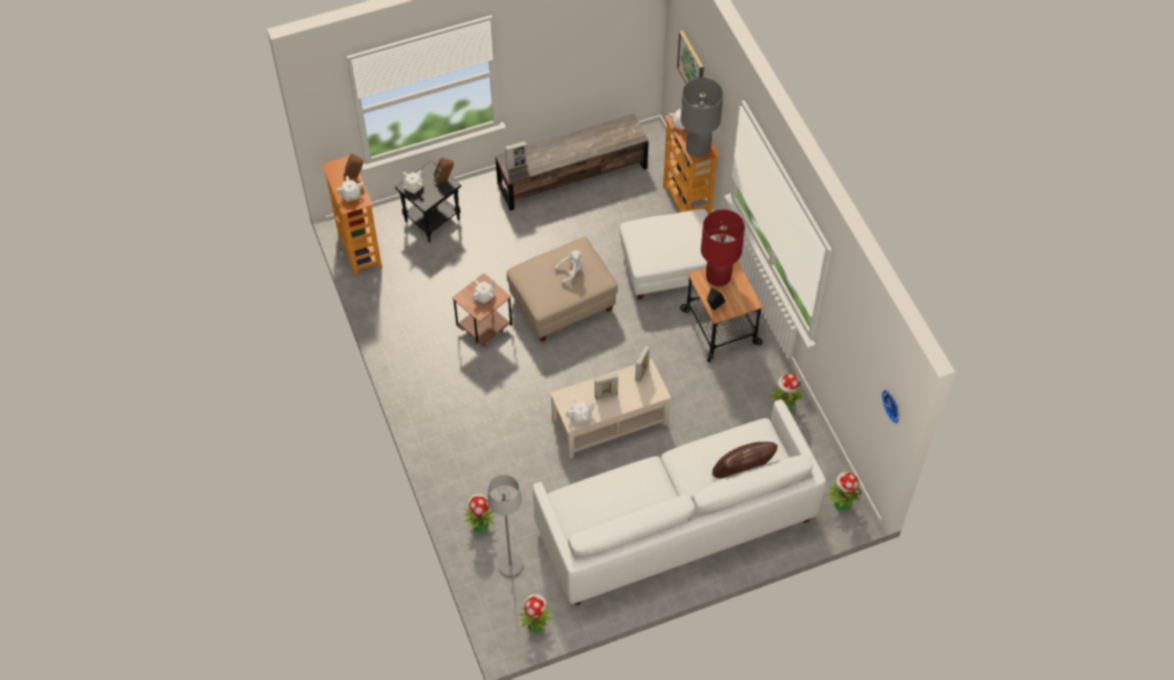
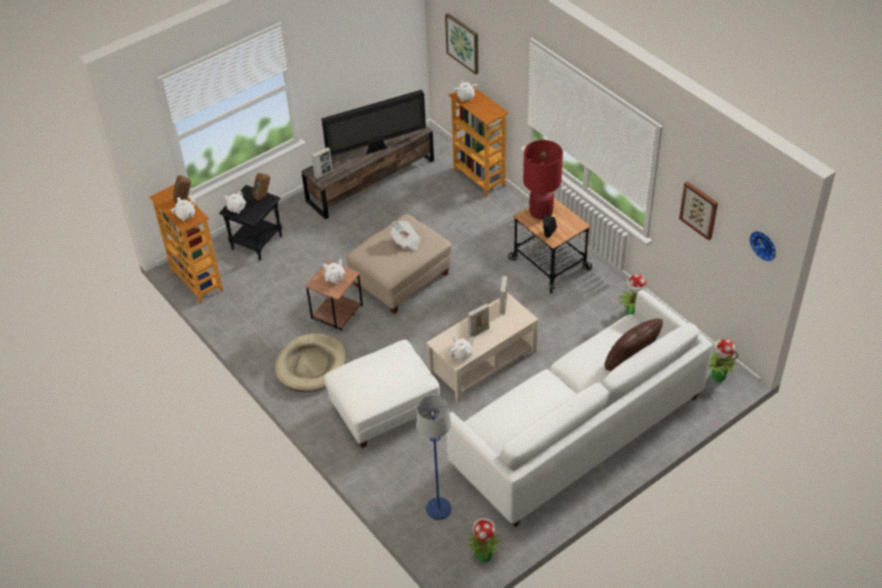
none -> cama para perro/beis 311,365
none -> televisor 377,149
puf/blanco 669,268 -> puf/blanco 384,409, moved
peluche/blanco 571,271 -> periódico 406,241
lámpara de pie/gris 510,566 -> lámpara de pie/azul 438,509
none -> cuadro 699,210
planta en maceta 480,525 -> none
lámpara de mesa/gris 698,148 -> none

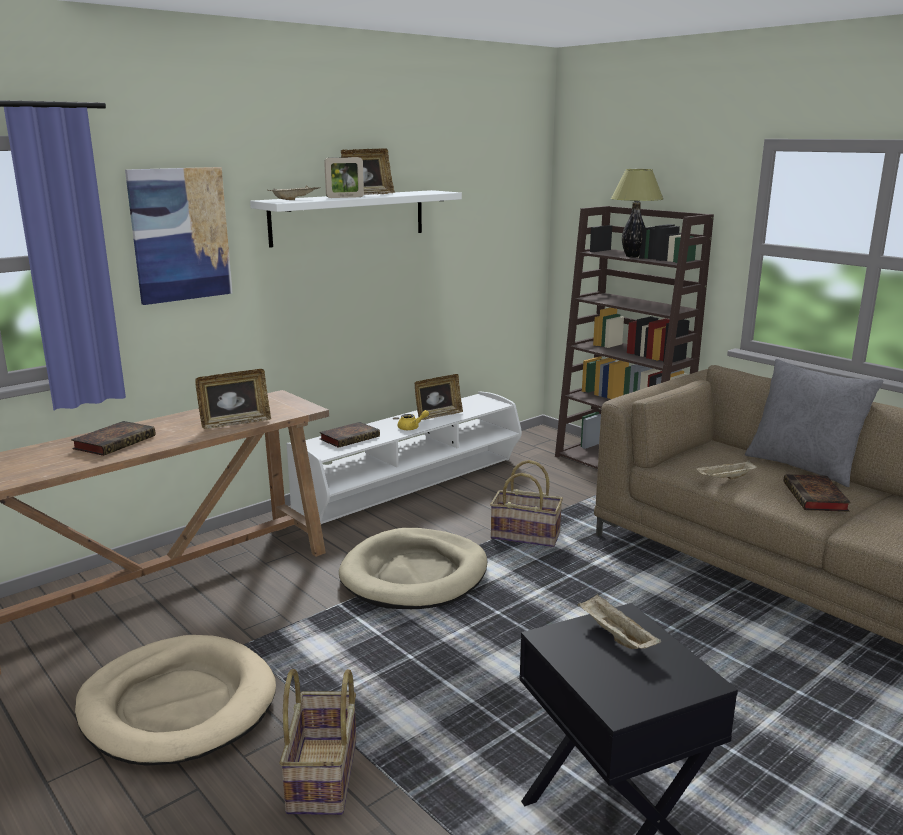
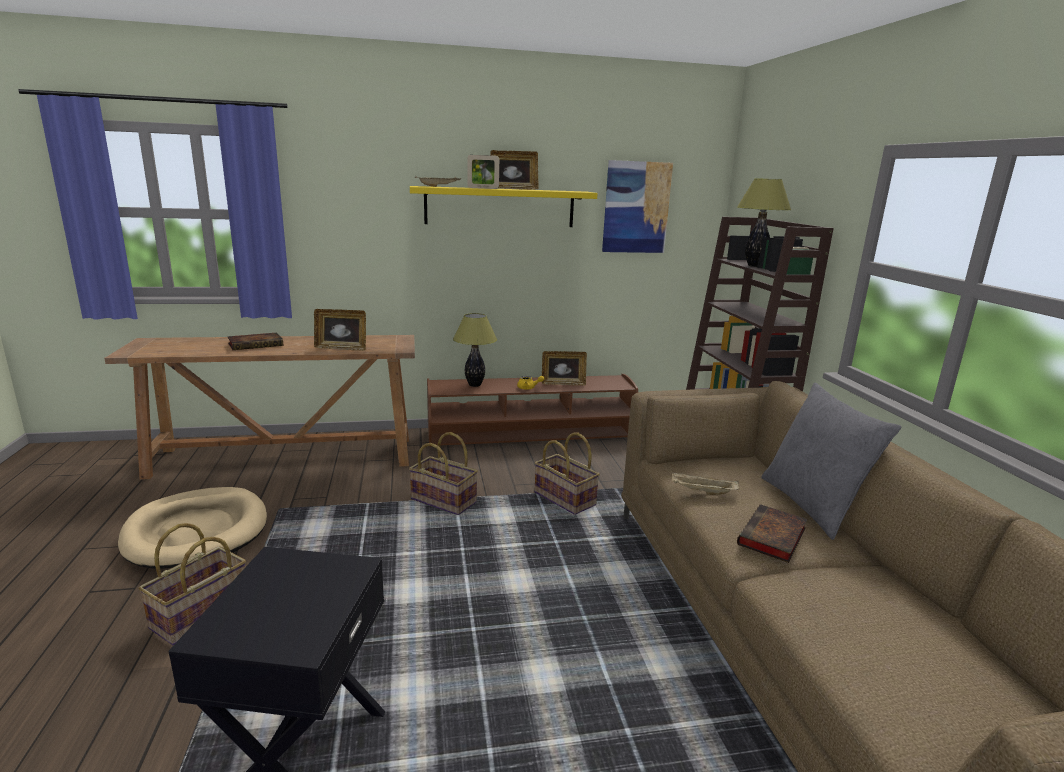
cama para perro/beis 415,574 -> cesta 444,500
estante/blanco 349,217 -> estante/amarillo 500,207
mueble de televisión/blanco 413,485 -> mueble de televisión/marrón 531,437
libro 350,438 -> lámpara de mesa 475,385
cuadro 180,234 -> cuadro 636,207, moved
bandeja/beis 614,636 -> none

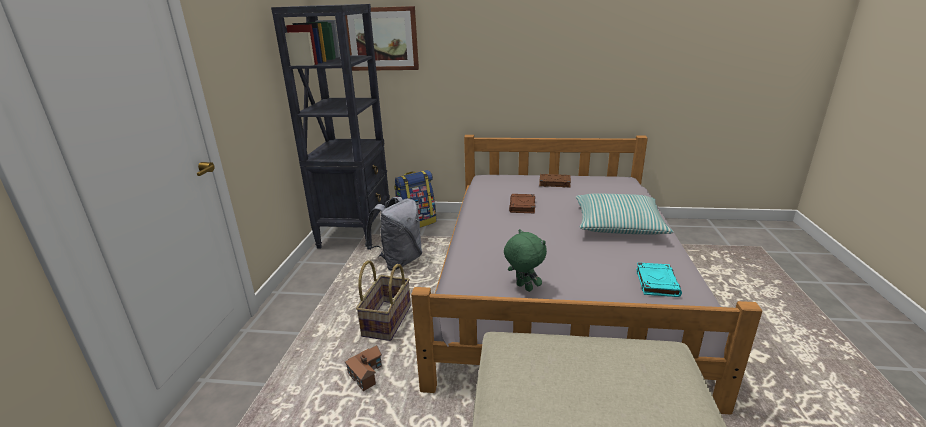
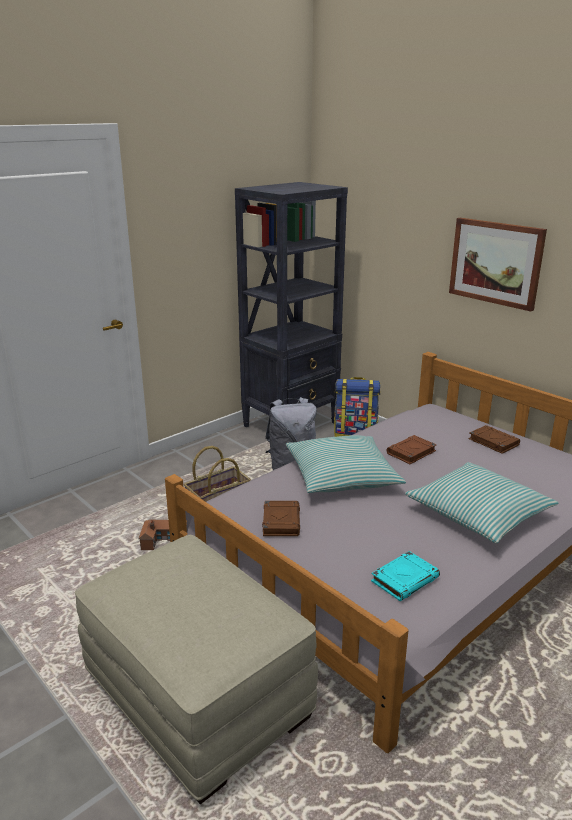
peluche/verde 523,287 -> libro/marrón 281,521
none -> cojín 341,475
cuadro 381,39 -> cuadro 496,262, moved

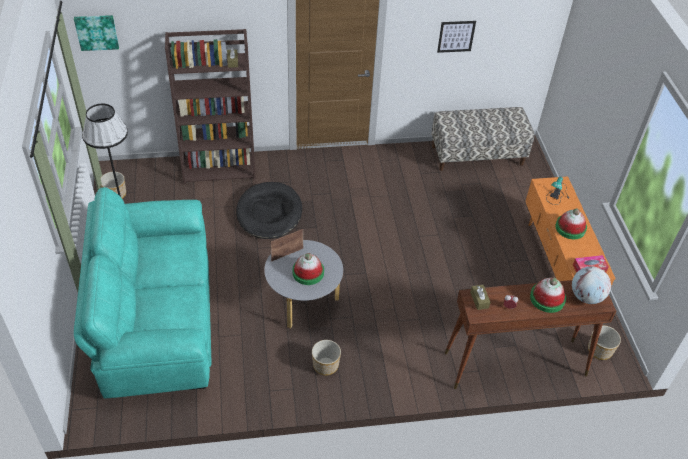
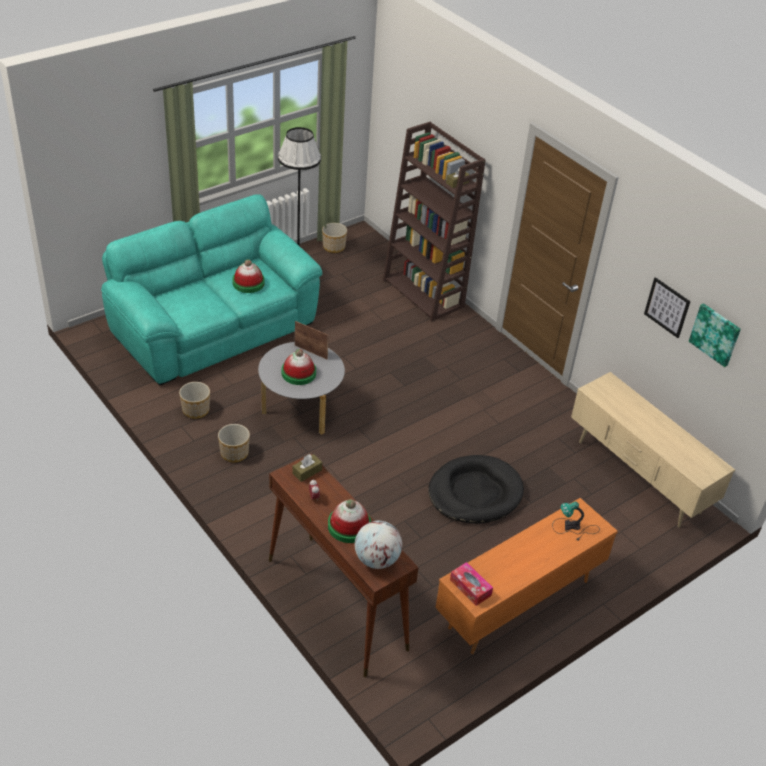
maceta 599,350 -> maceta 195,410, moved
sombrero 570,228 -> sombrero 248,283, moved
cama para perro/negro 269,213 -> cama para perro/negro 475,493, moved
banco 477,155 -> mueble de televisión/beis 637,477
cuadro 97,32 -> cuadro 715,334, moved

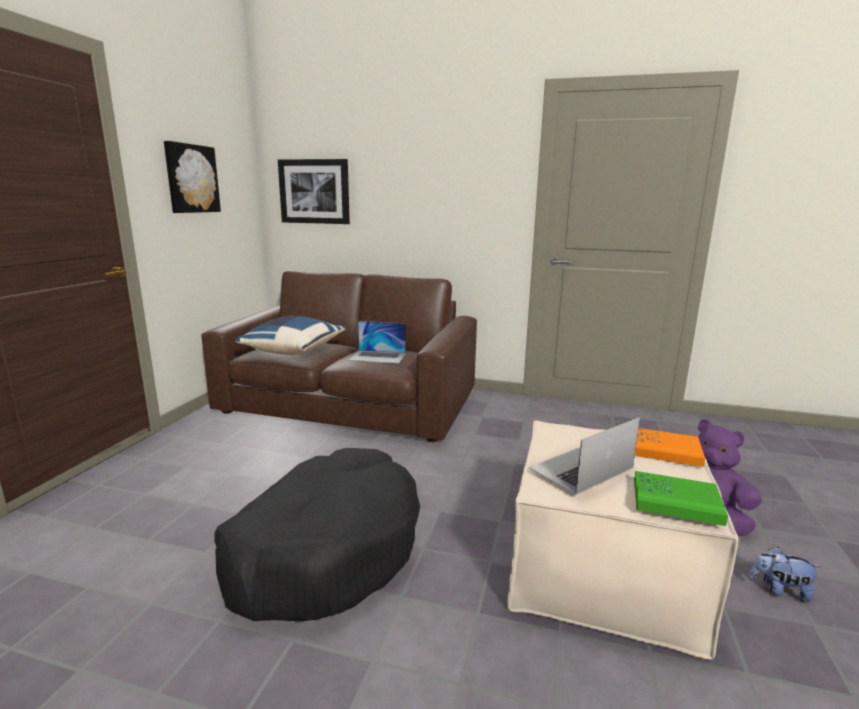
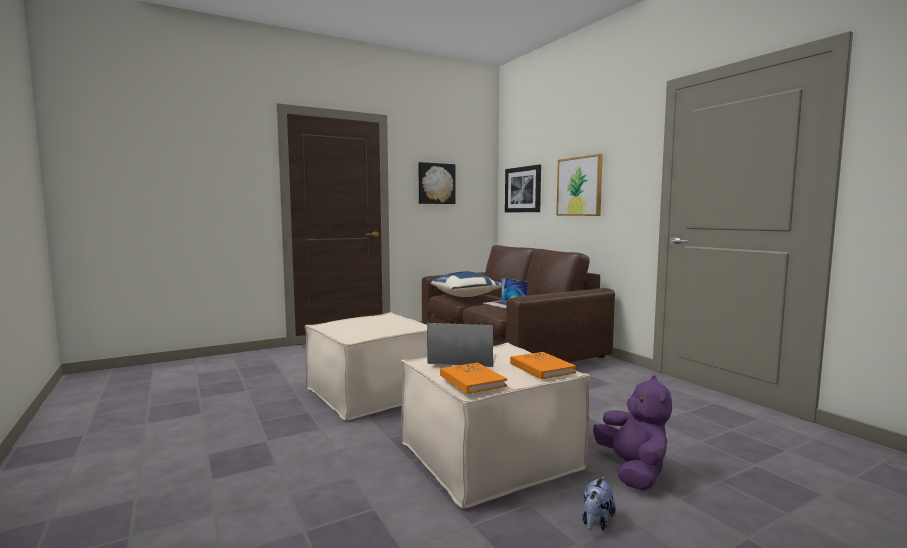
cama para perro/negro 325,549 -> puf/beis 372,392
libro/verde 676,501 -> libro/naranja 472,381
none -> cuadro 579,186
peluche 779,590 -> peluche 596,522, 120 degrees counterclockwise

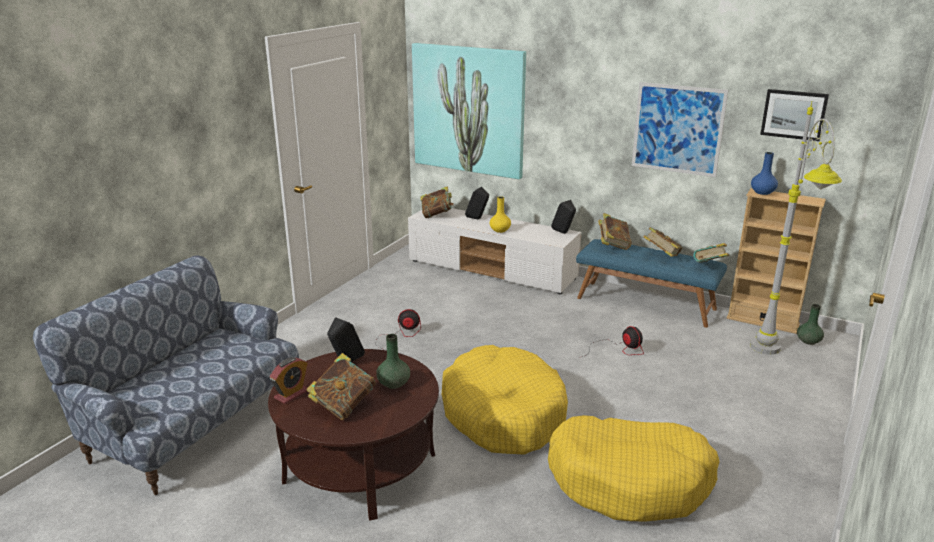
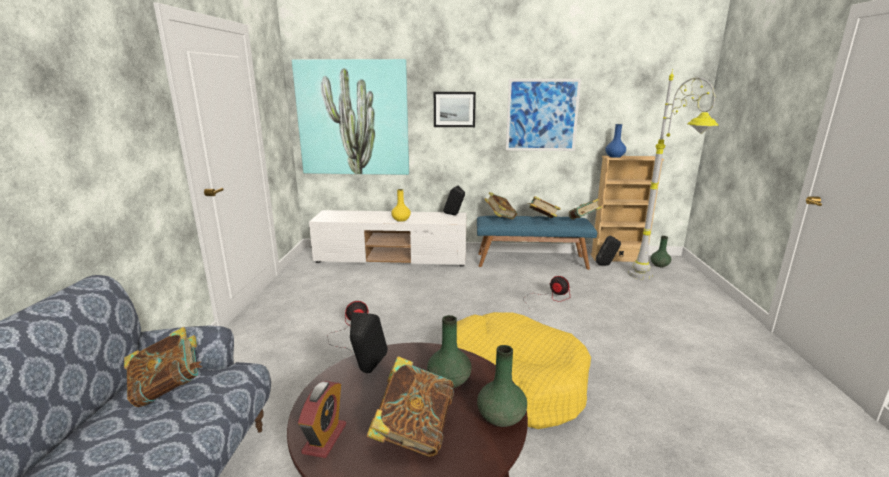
libro 437,215 -> libro 169,389, moved
cuadro 793,114 -> cuadro 454,109, moved
none -> florero/verde 501,418
altavoz/negro 477,219 -> altavoz/negro 606,265, moved
cama para perro/amarillo 630,481 -> none

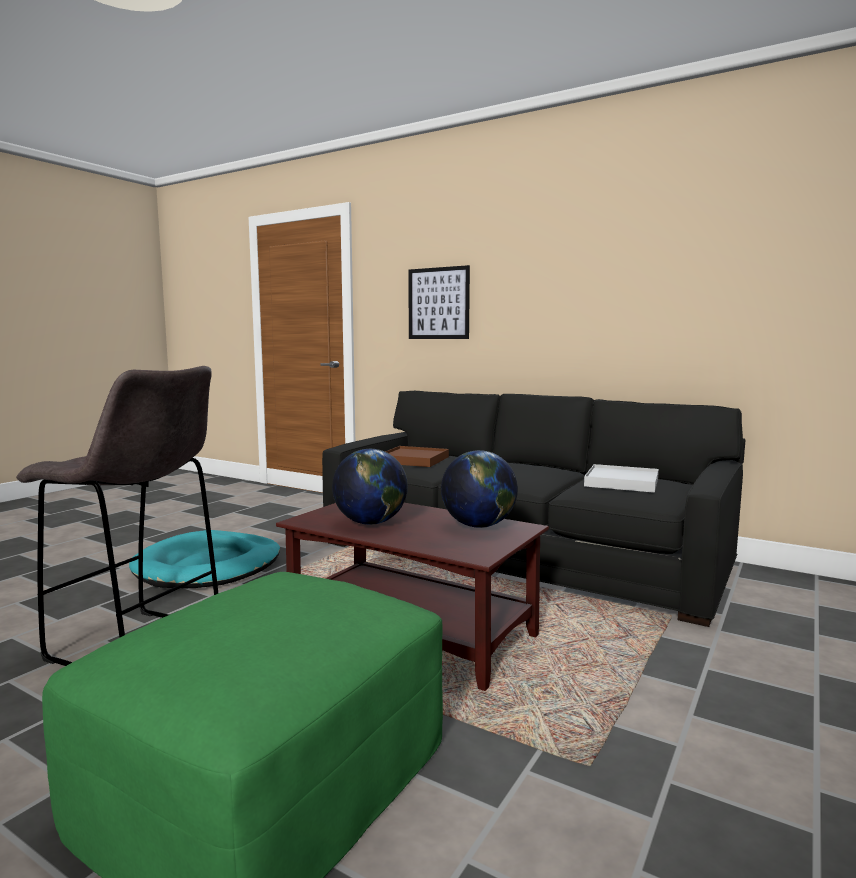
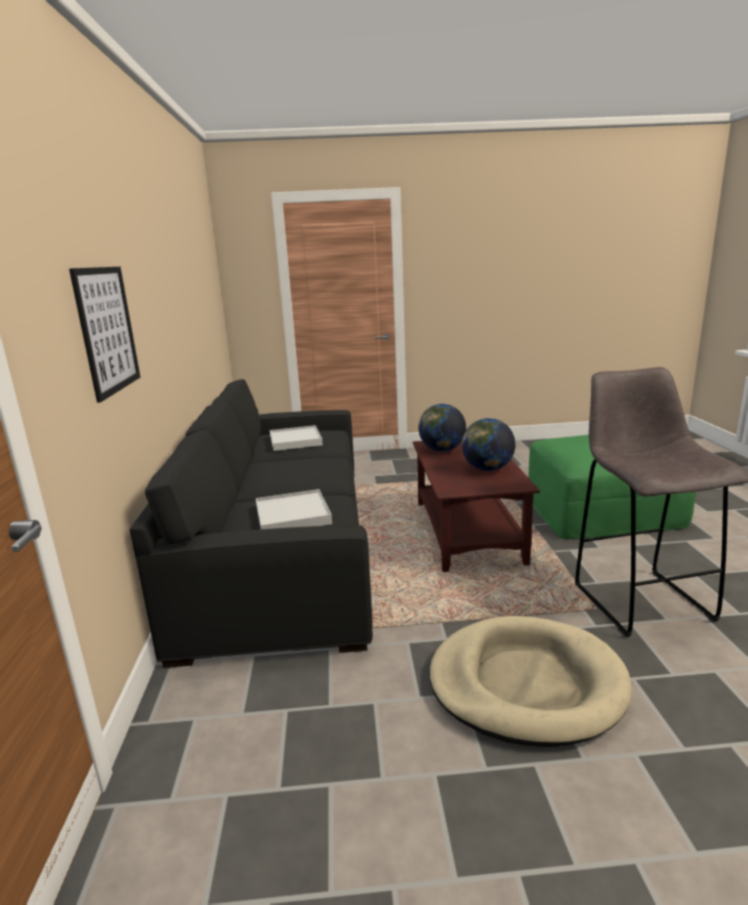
bandeja/marrón 413,460 -> bandeja/blanco 292,515
cama para perro/turquesa 209,566 -> cama para perro/beis 525,683

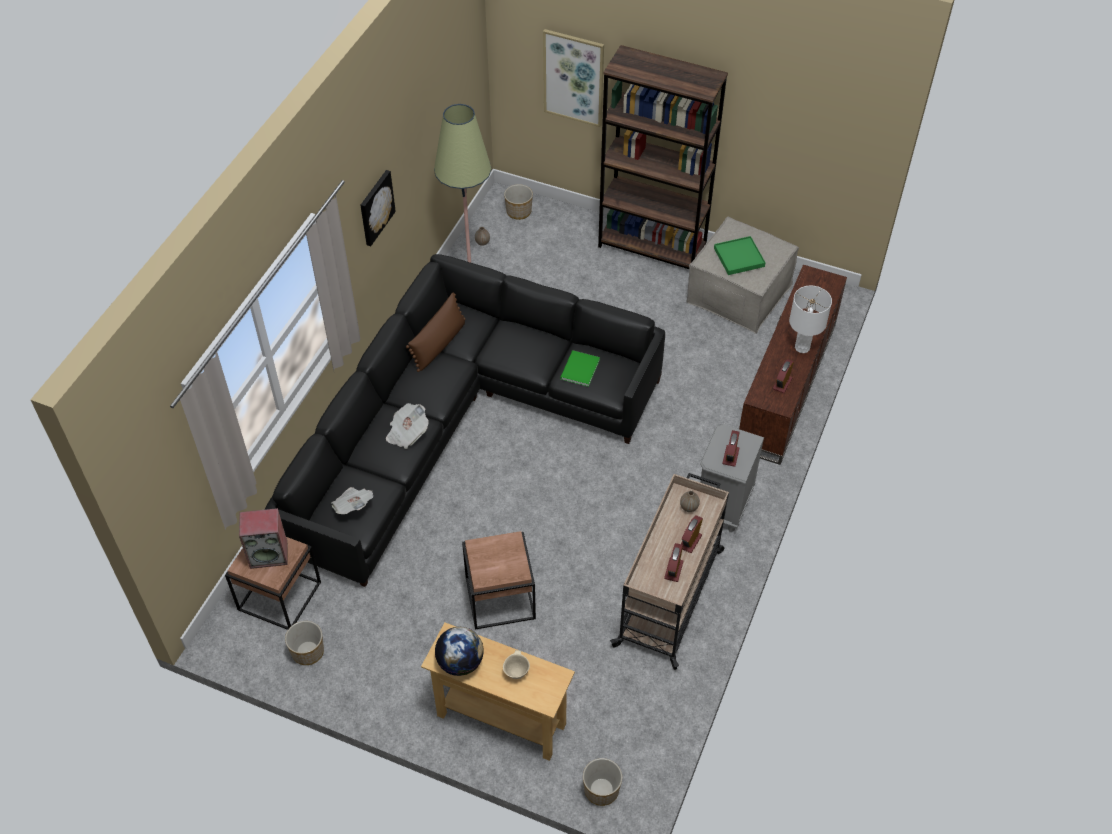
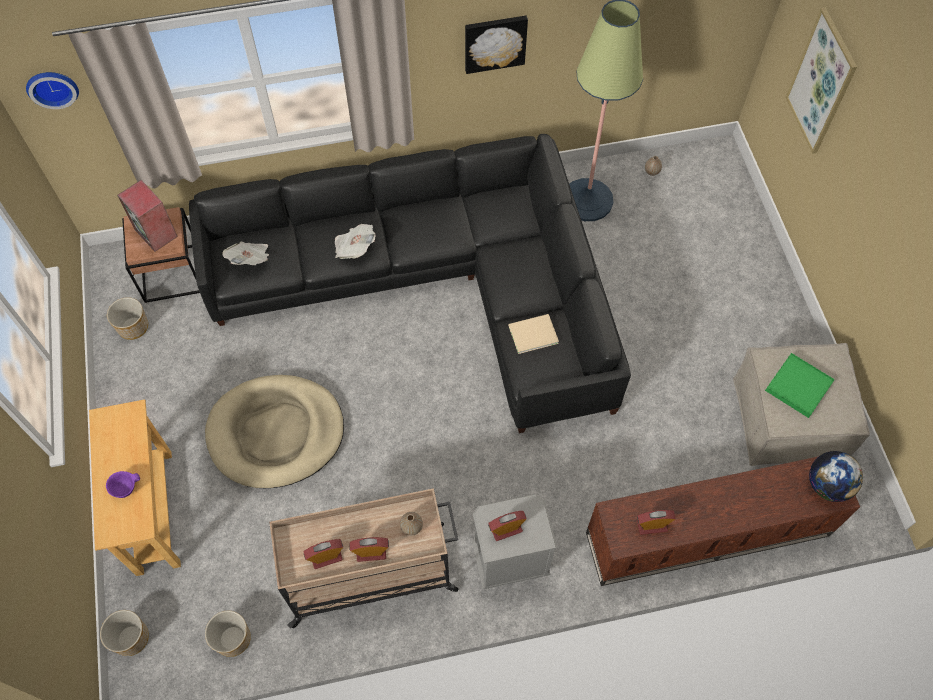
none -> reloj de pared 52,87
cuenco/beis 516,671 -> cuenco/morado 125,488
mesa auxiliar/marrón 500,597 -> cama para perro/beis 276,433
maceta 518,212 -> maceta 232,638, moved
libro/verde 578,370 -> libro/beis 531,333
globo terráqueo 460,662 -> globo terráqueo 828,485, moved
cojín/marrón 439,344 -> none
estantería/marrón 652,247 -> none
lámpara de mesa/blanco 802,347 -> none

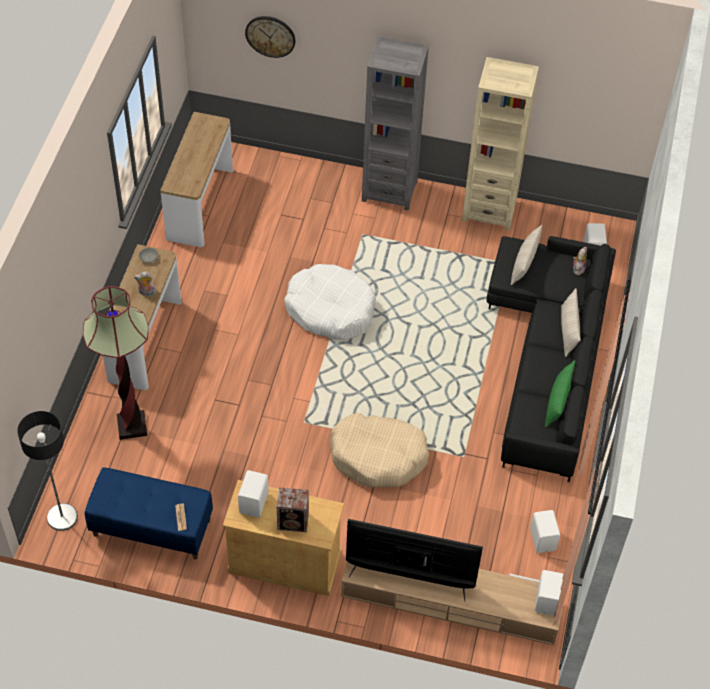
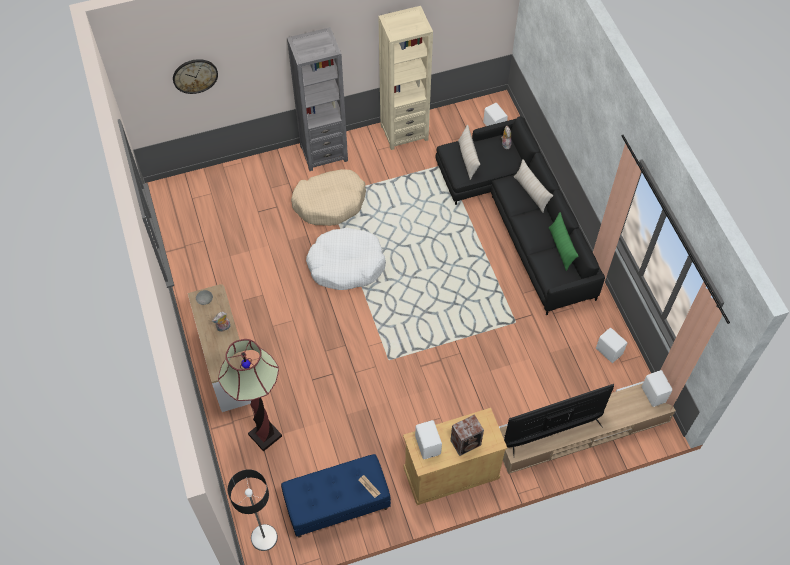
cama para perro/beis 378,456 -> cama para perro/beis 330,202, moved
mesa consola 200,204 -> none

